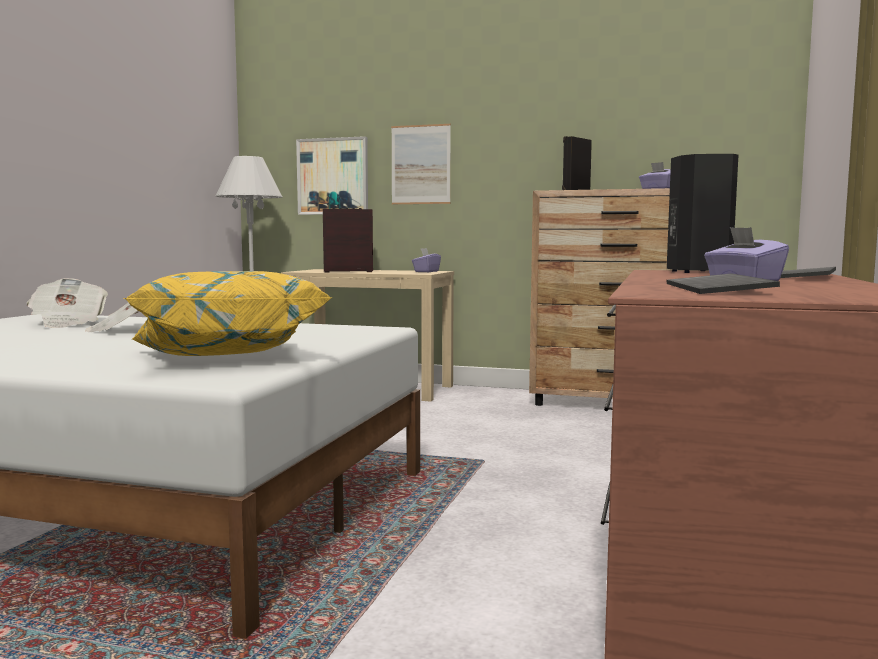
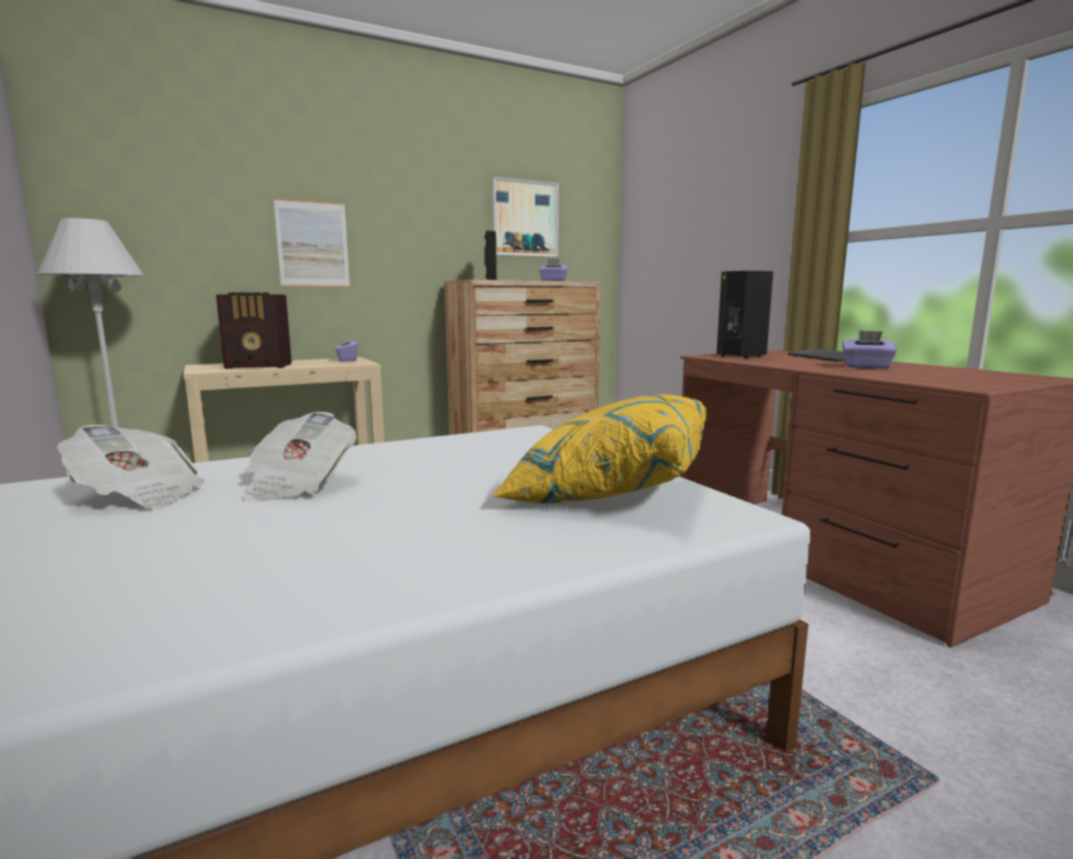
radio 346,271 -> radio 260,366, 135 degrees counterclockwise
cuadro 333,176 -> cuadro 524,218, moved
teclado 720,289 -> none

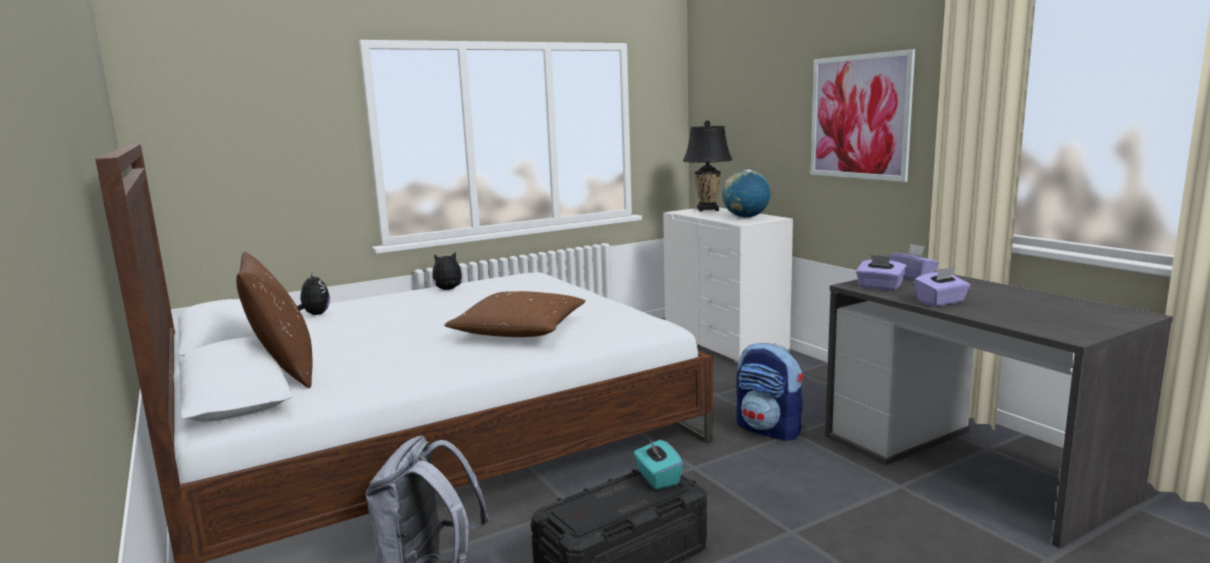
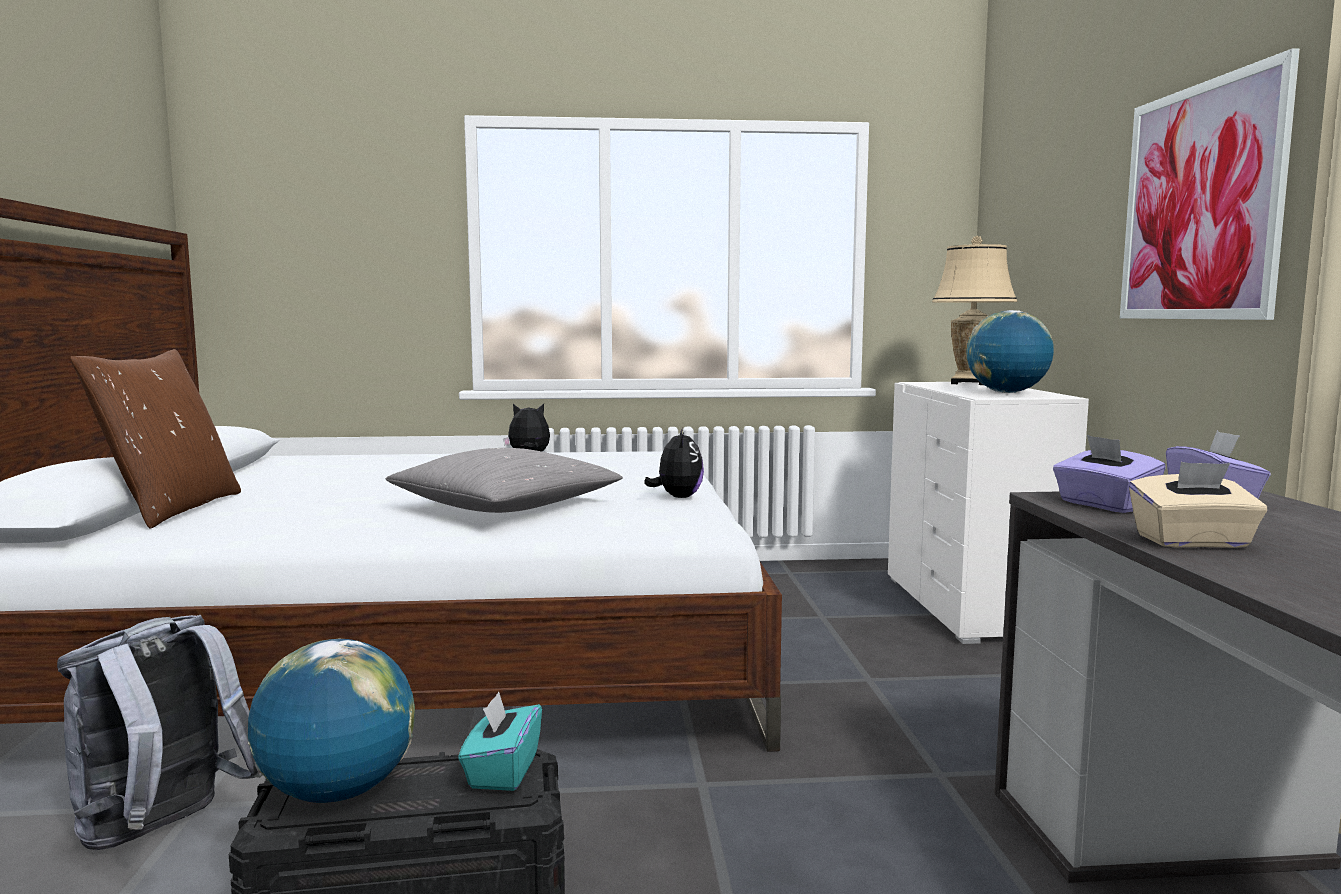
none -> globo terráqueo 337,793
cojín/marrón 520,331 -> cojín/gris 506,507
peluche 315,314 -> peluche 677,497, moved
lámpara de mesa/negro 707,209 -> lámpara de mesa/beis 969,383
caja de pañuelos/morado 941,302 -> caja de pañuelos/beis 1192,542
mochila 769,430 -> none

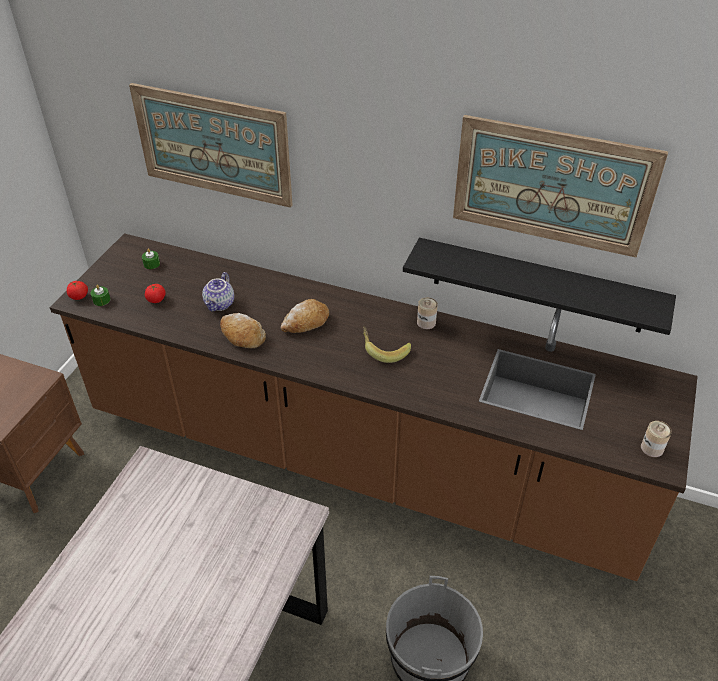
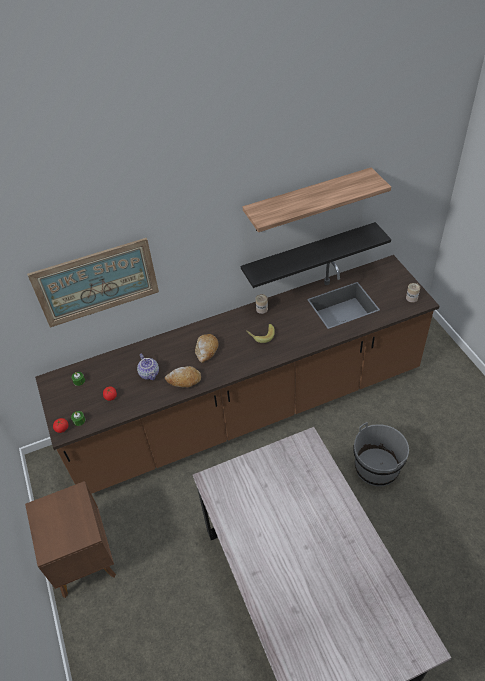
cuadro 552,186 -> estante 308,200

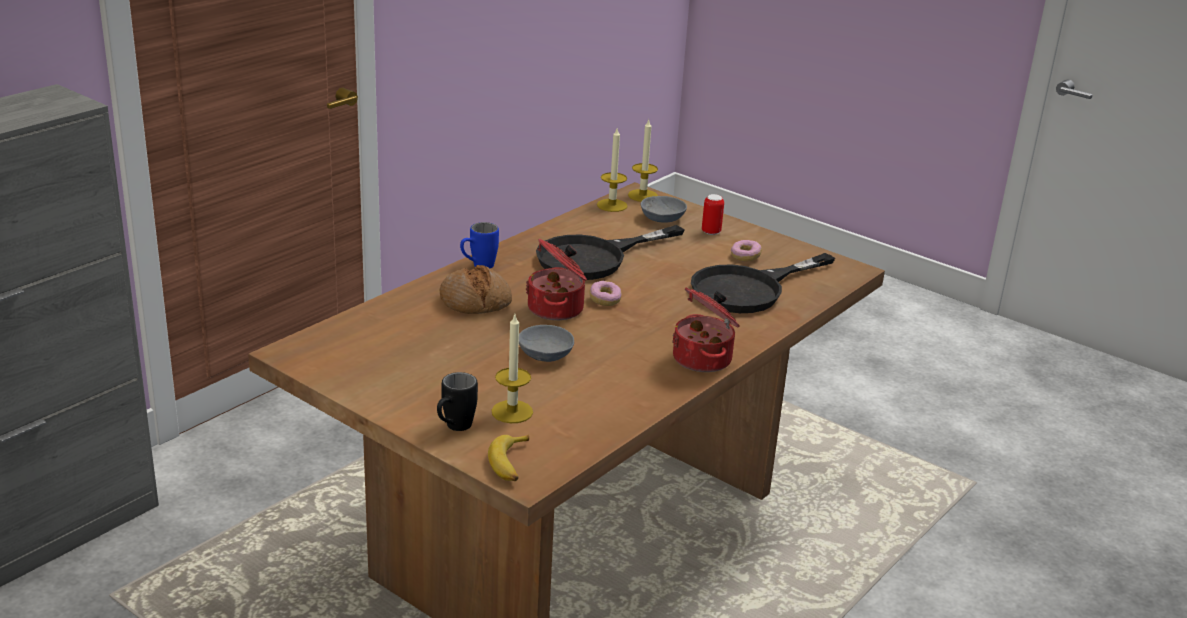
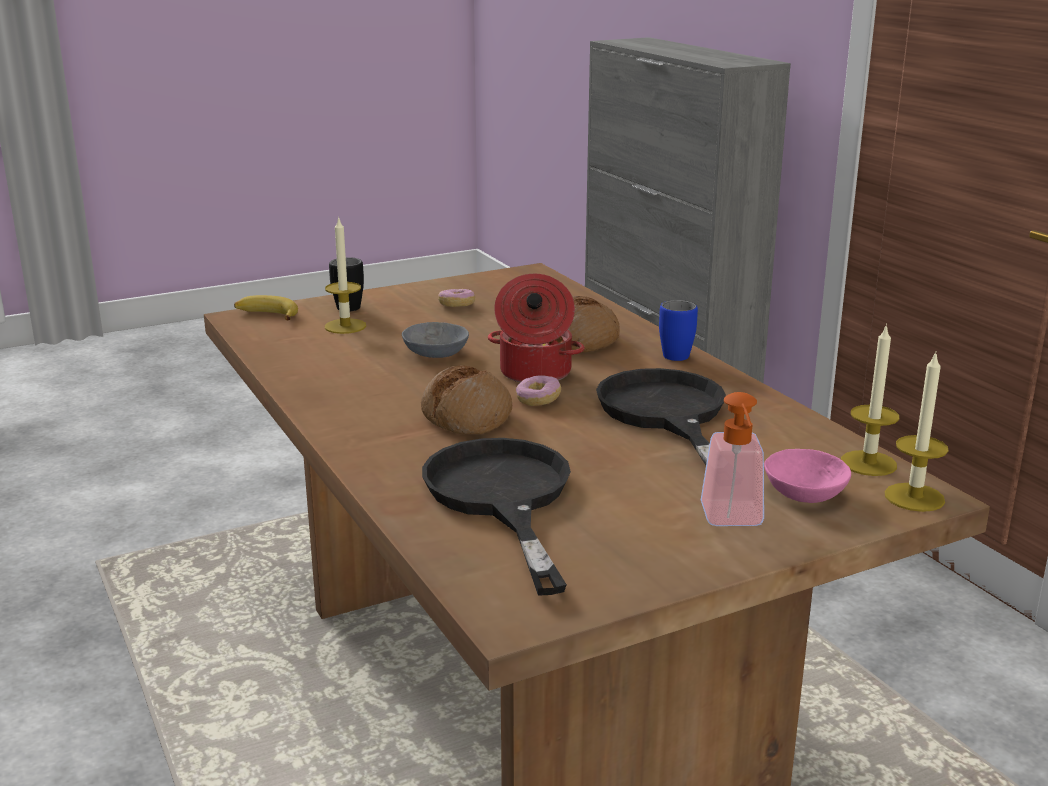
none -> pan 467,416
rosquilla 745,257 -> rosquilla 456,306, moved
lata 711,232 -> dispensador de jabón 733,521
cuenco/gris 662,219 -> cuenco/rosa 801,492
olla 704,359 -> none

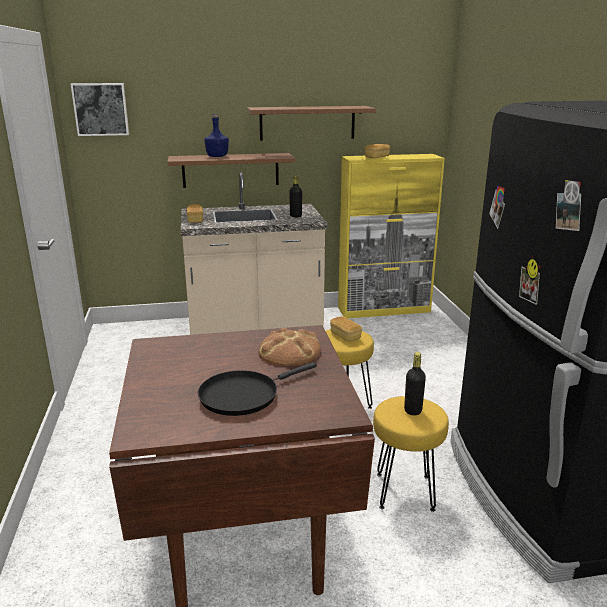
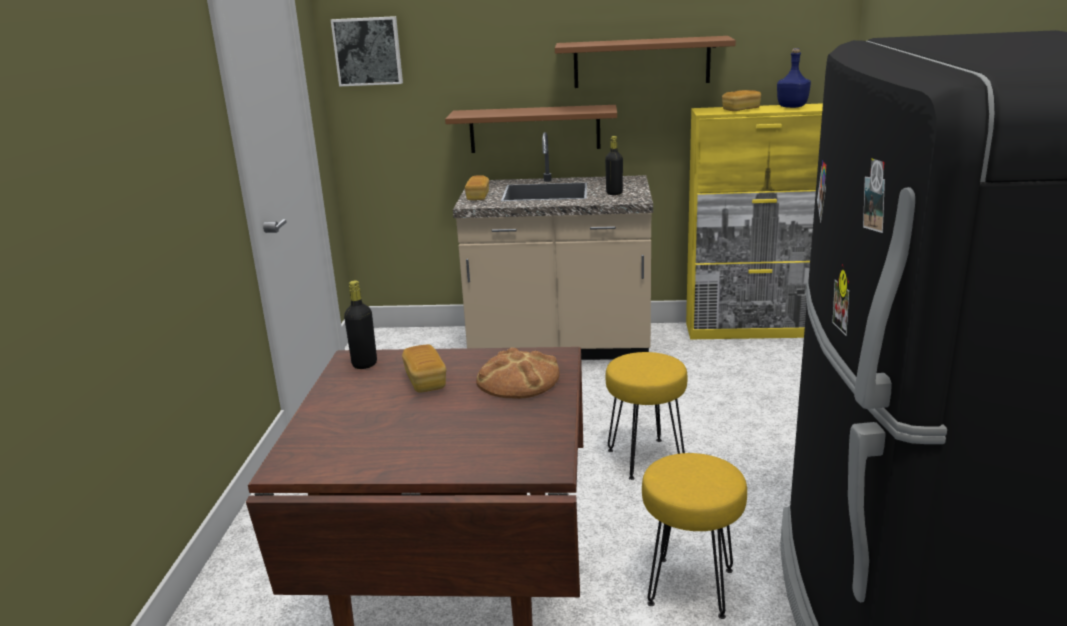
botella/negro 413,411 -> botella/negro 364,364, moved
pan 345,336 -> pan 425,381, moved
botella/azul 217,156 -> botella/azul 792,106, moved
sartén/negro 243,395 -> none

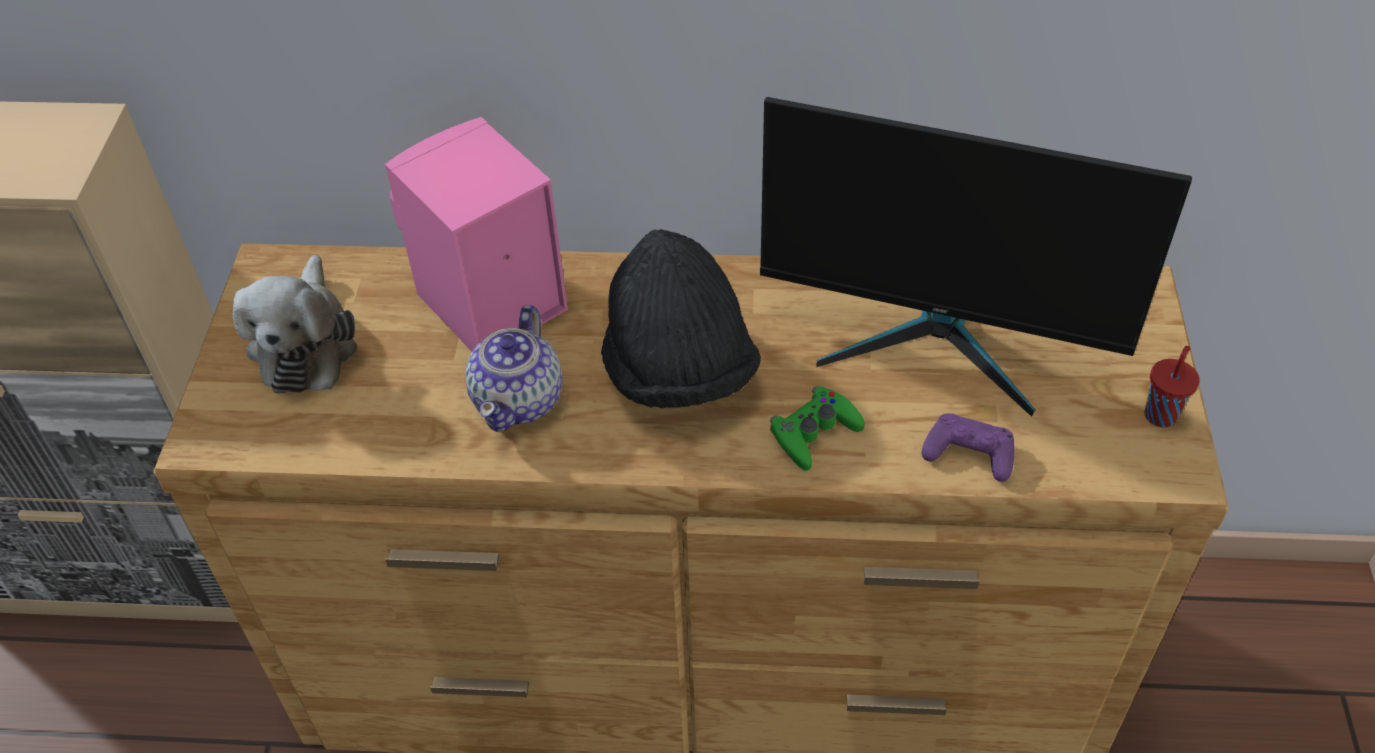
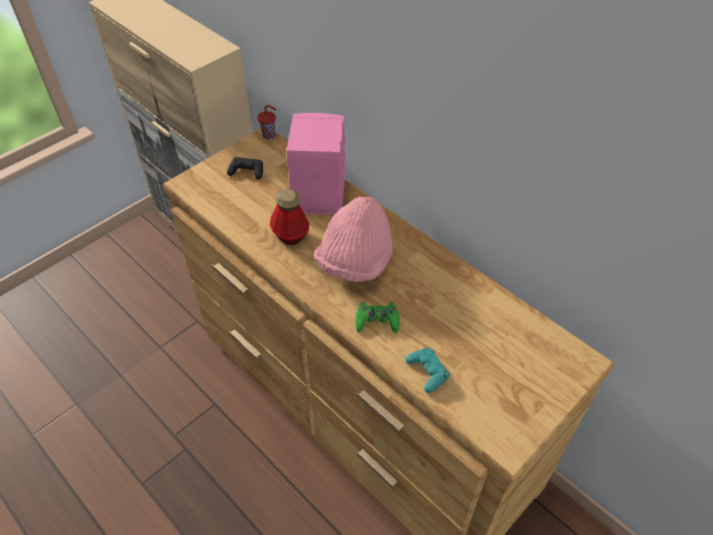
peluche 306,344 -> mando de consola/negro 247,171
taza/rojo 1161,414 -> taza/rojo 269,135, moved
tetera 520,399 -> botella 290,235
sombrero/negro 678,369 -> sombrero/rosa 355,262
mando de consola/morado 969,453 -> mando de consola/turquesa 427,372
monitor 938,341 -> none

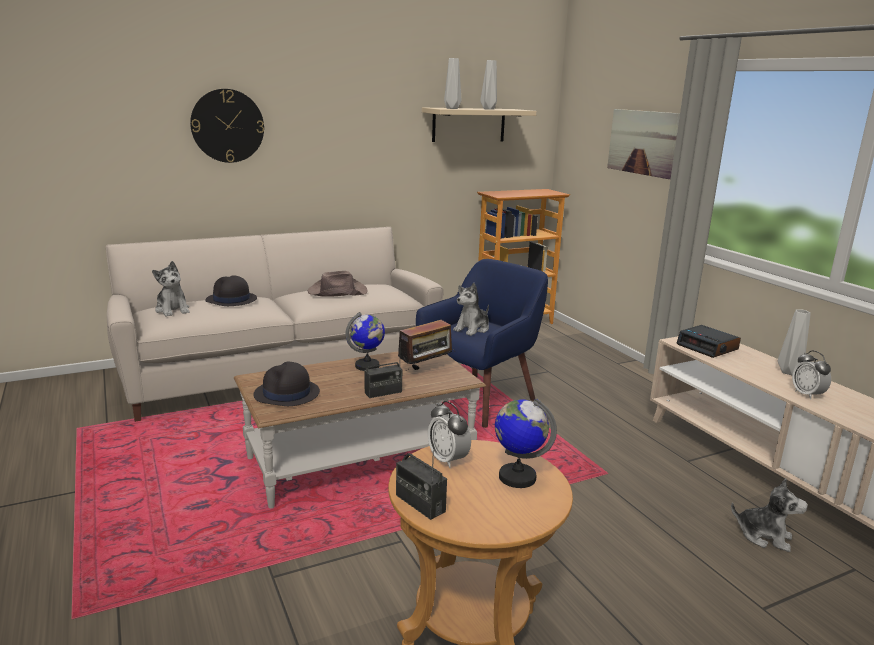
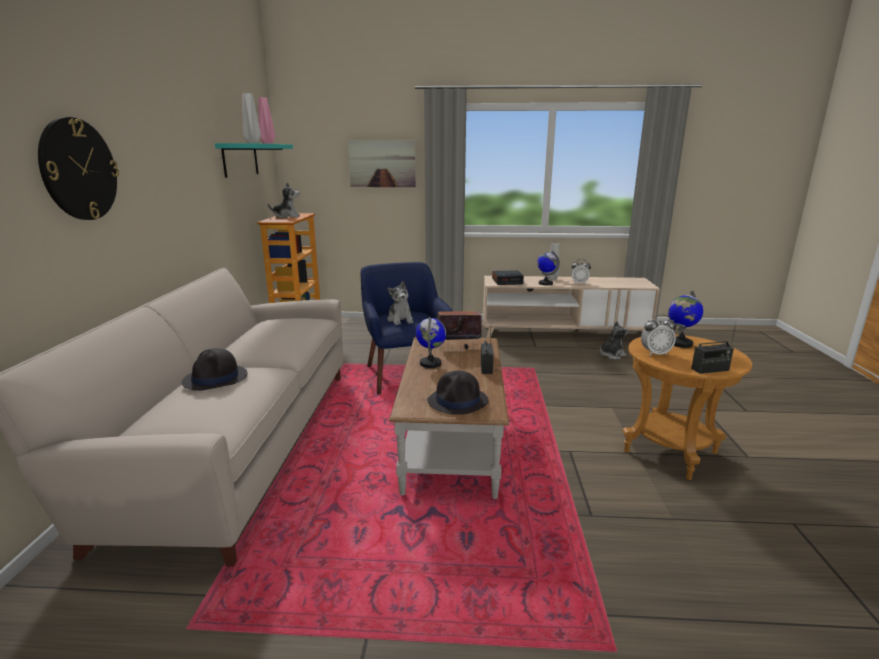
estante/beis 469,125 -> estante/turquesa 240,160
florero/gris 489,109 -> florero/rosa 268,143
peluche 173,310 -> peluche 287,216, moved
radio 426,369 -> radio 457,347, 90 degrees counterclockwise
none -> globo terráqueo 545,283
sombrero/marrón 336,292 -> none

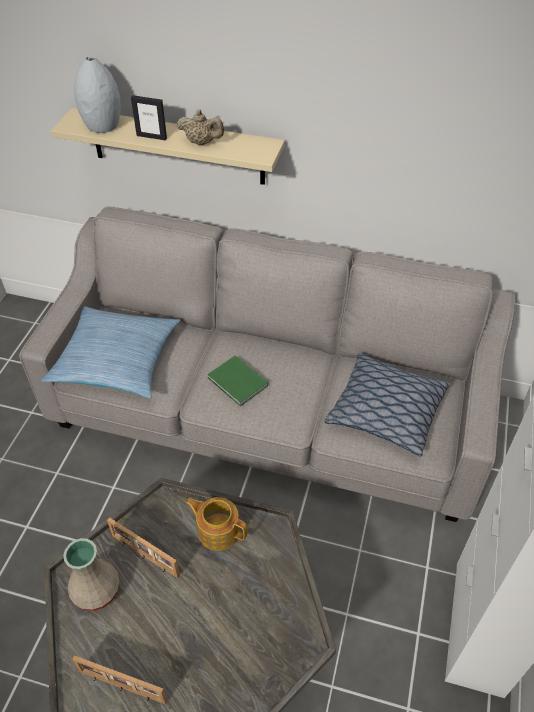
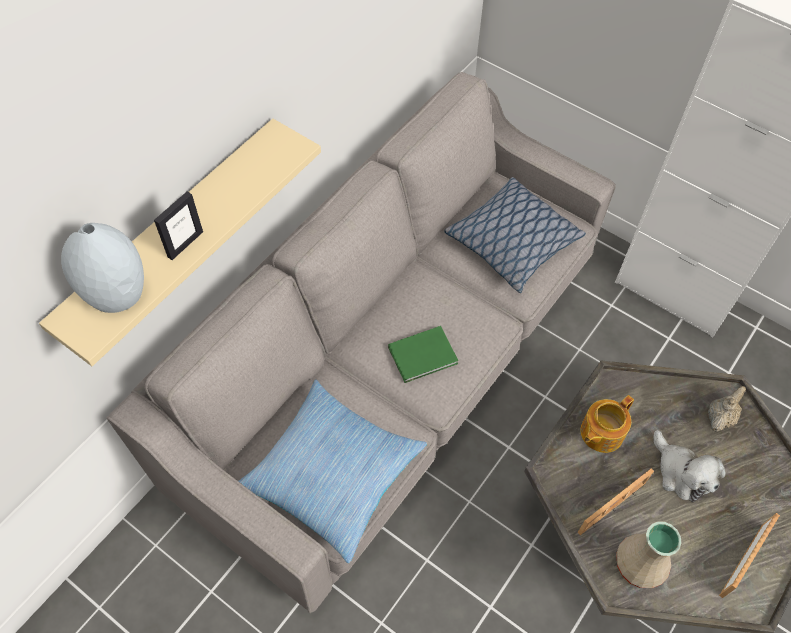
none -> peluche 681,473
tetera/beis 201,142 -> tetera/beis 720,417, moved

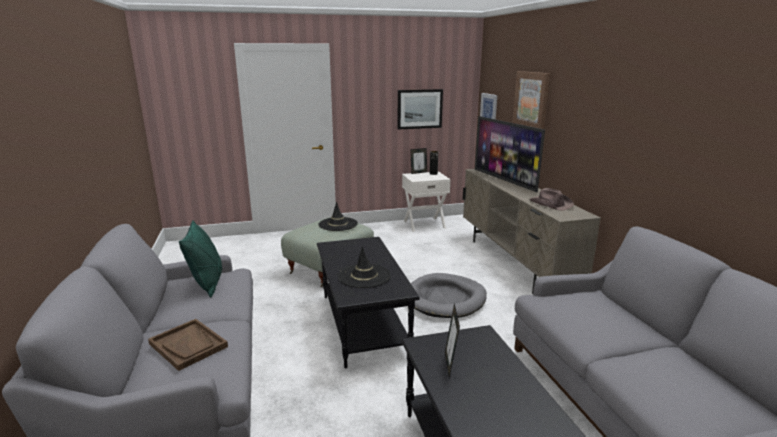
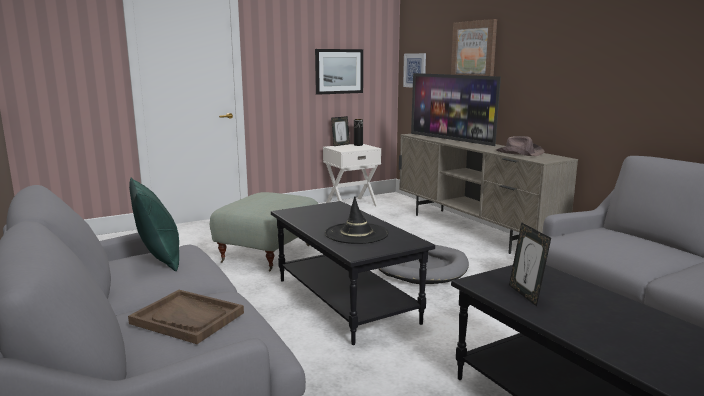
sombrero/negro 338,224 -> none

